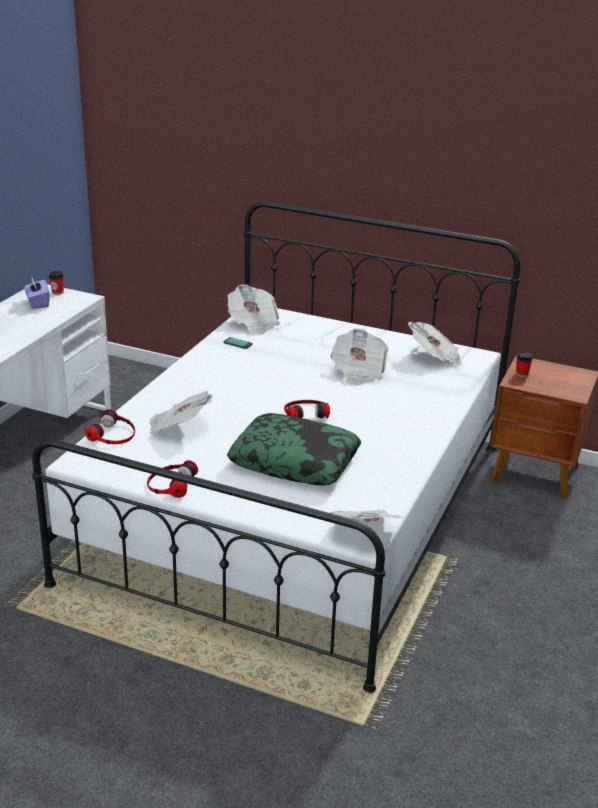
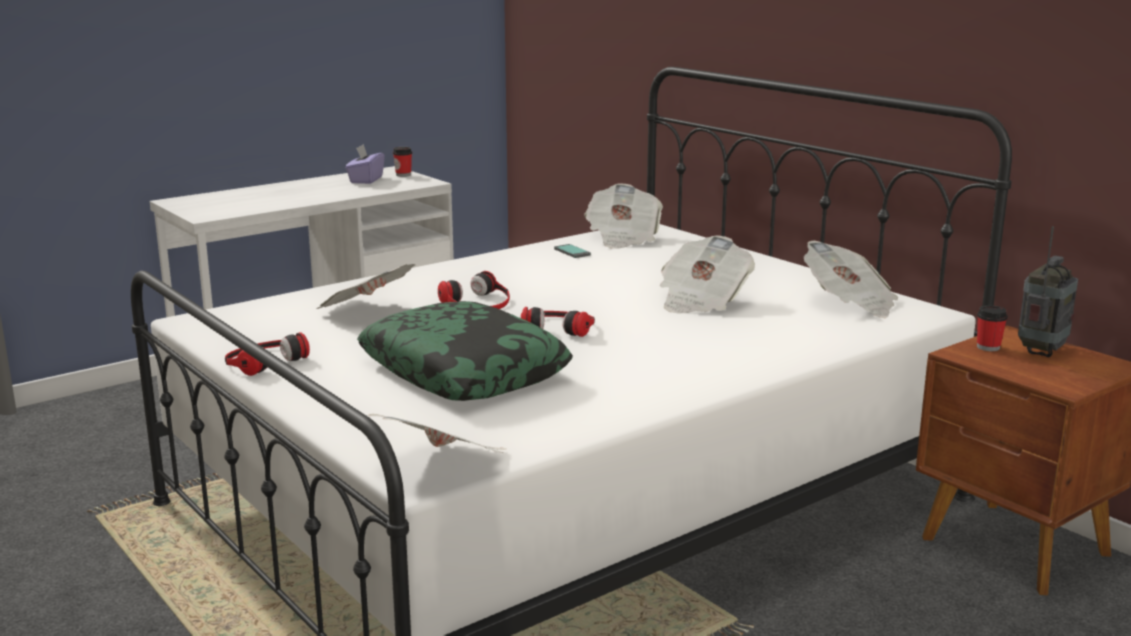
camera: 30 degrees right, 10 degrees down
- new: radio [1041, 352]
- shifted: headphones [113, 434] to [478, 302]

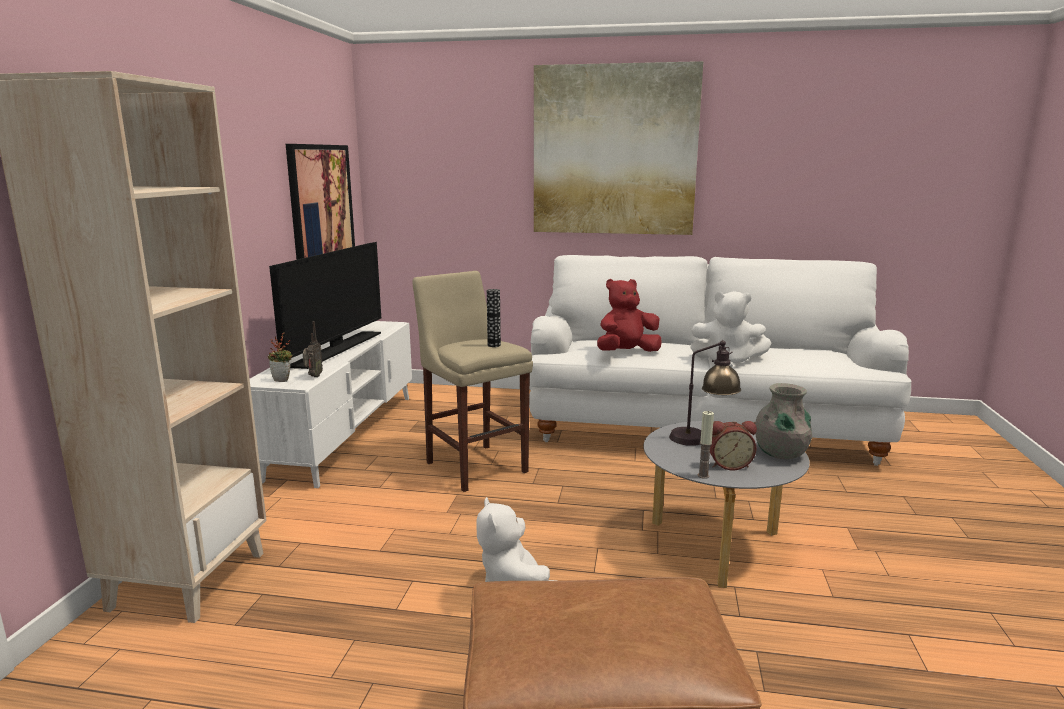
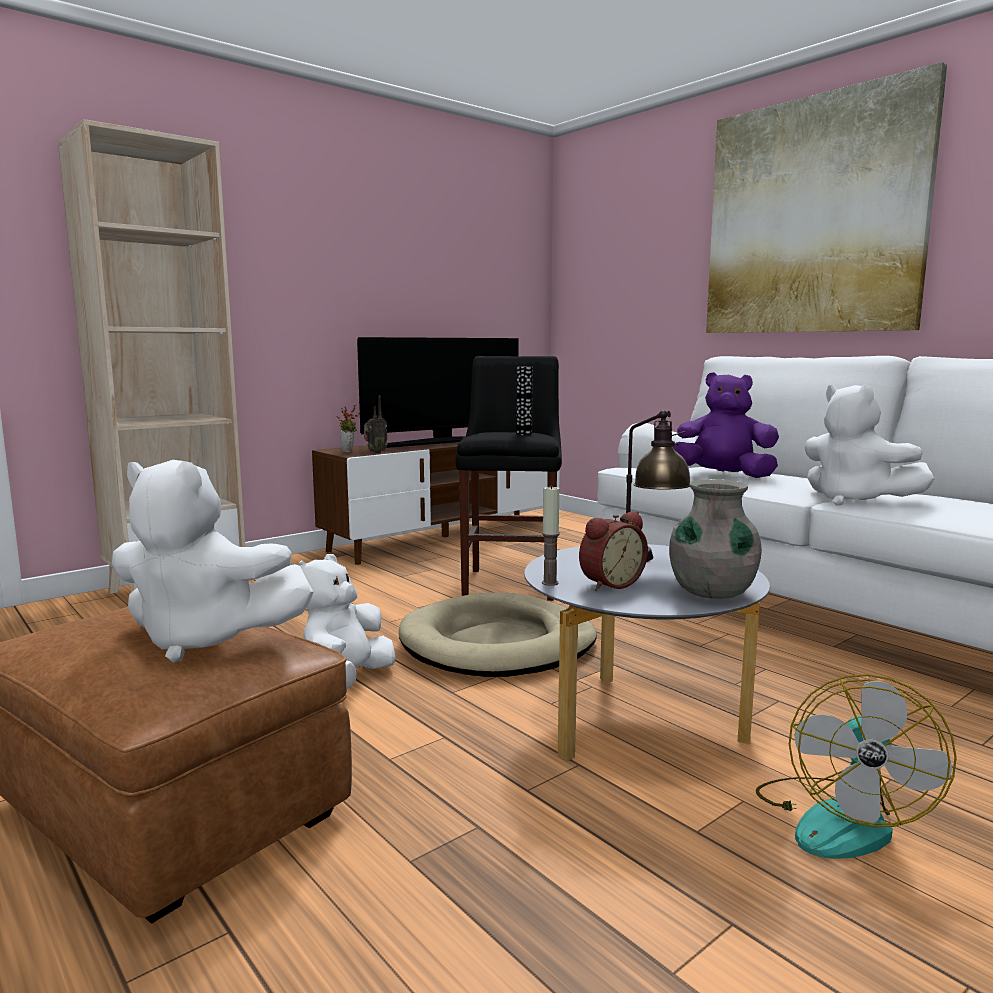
camera: 40 degrees right, 5 degrees down
- gone: picture [321, 206]
- new: white plush toy [205, 640]
- new: beige dog bed [498, 644]
- new: fan [840, 819]
- repainted: white tv stand [344, 435] to brown tv stand [446, 537]
- repainted: beige stool [474, 465] to black stool [512, 582]
- repainted: red plush toy [626, 353] to purple plush toy [722, 476]
- rotated: alarm clock [728, 465] = [609, 583] 75 degrees counterclockwise

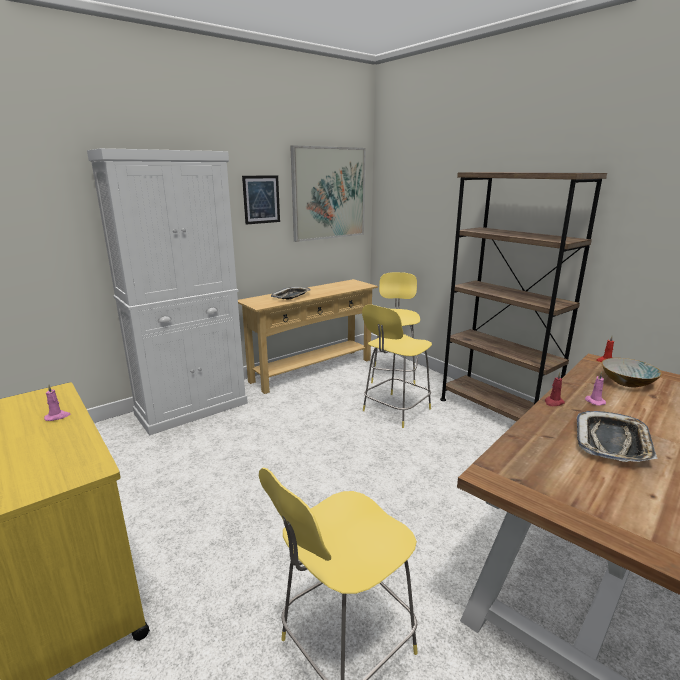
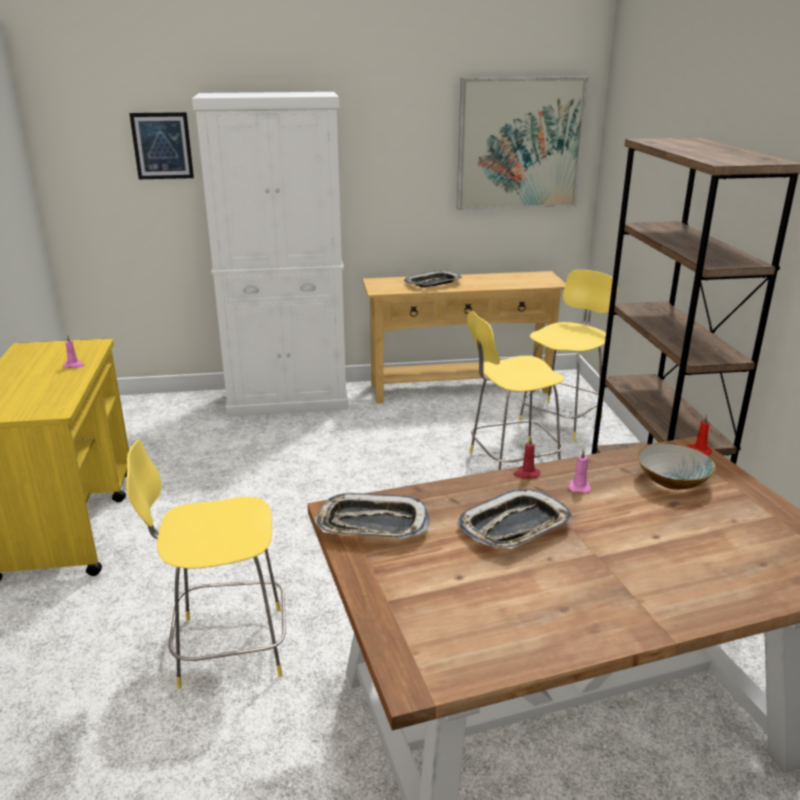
camera: 30 degrees right, 5 degrees up
- new: tray [372, 524]
- shifted: picture [261, 199] to [162, 146]

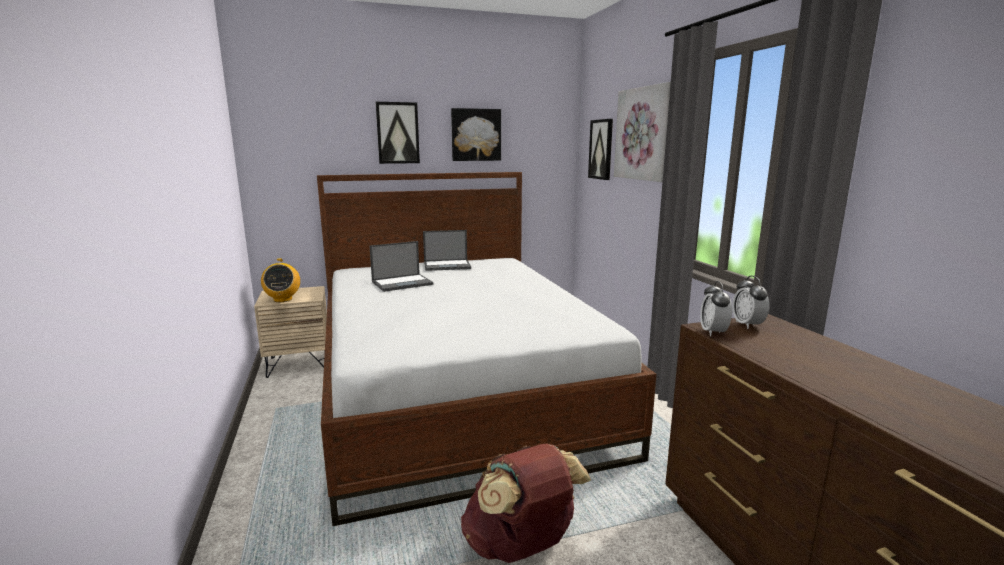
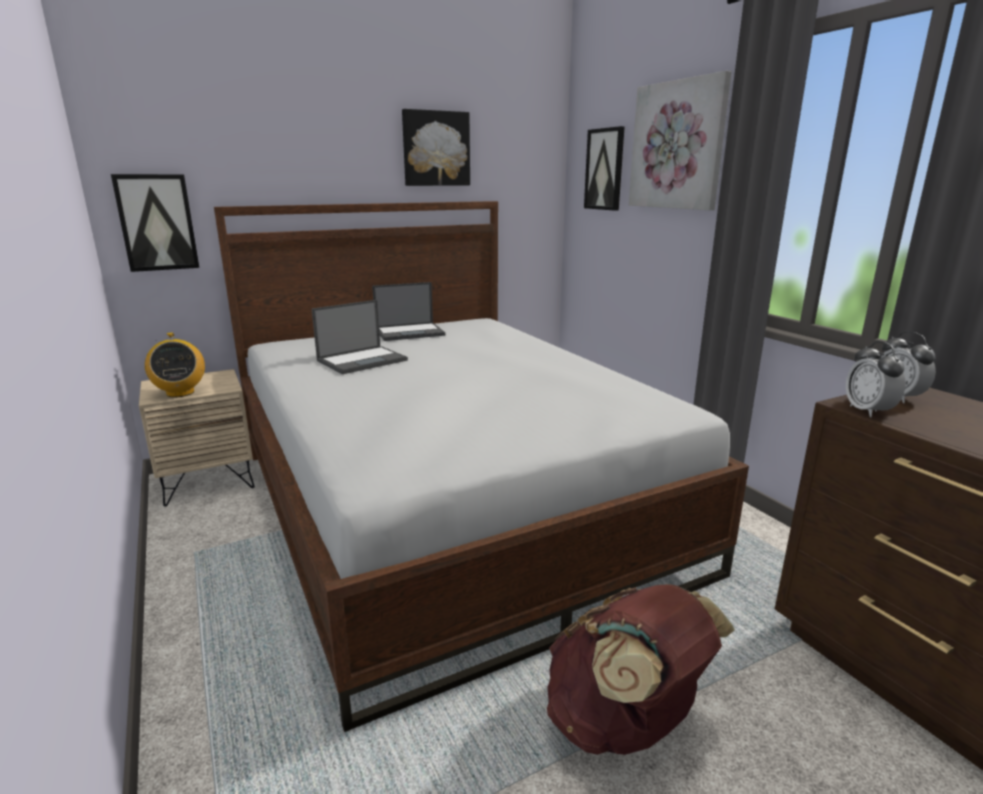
camera: 10 degrees left, 5 degrees up
- shifted: picture [397, 133] to [157, 222]

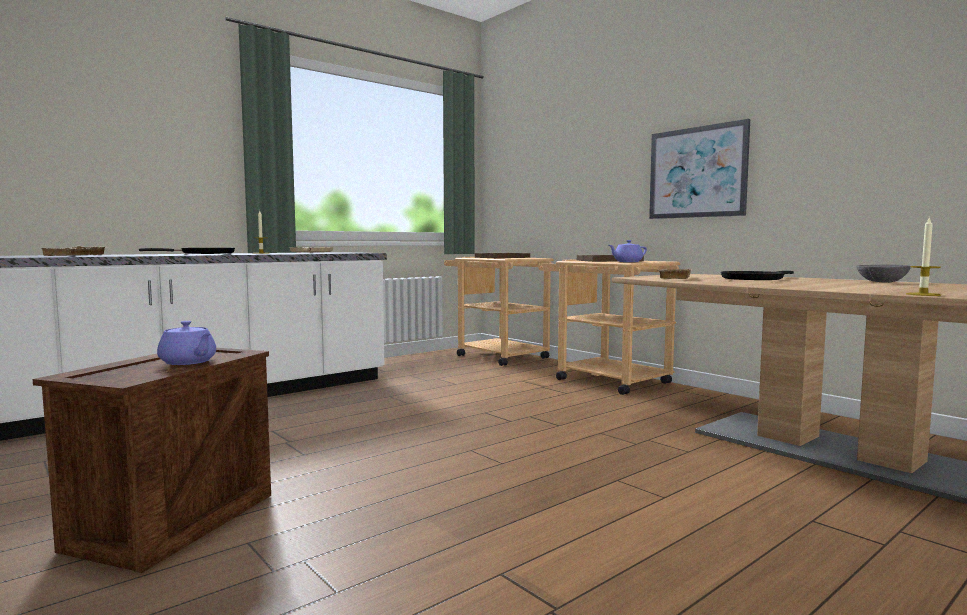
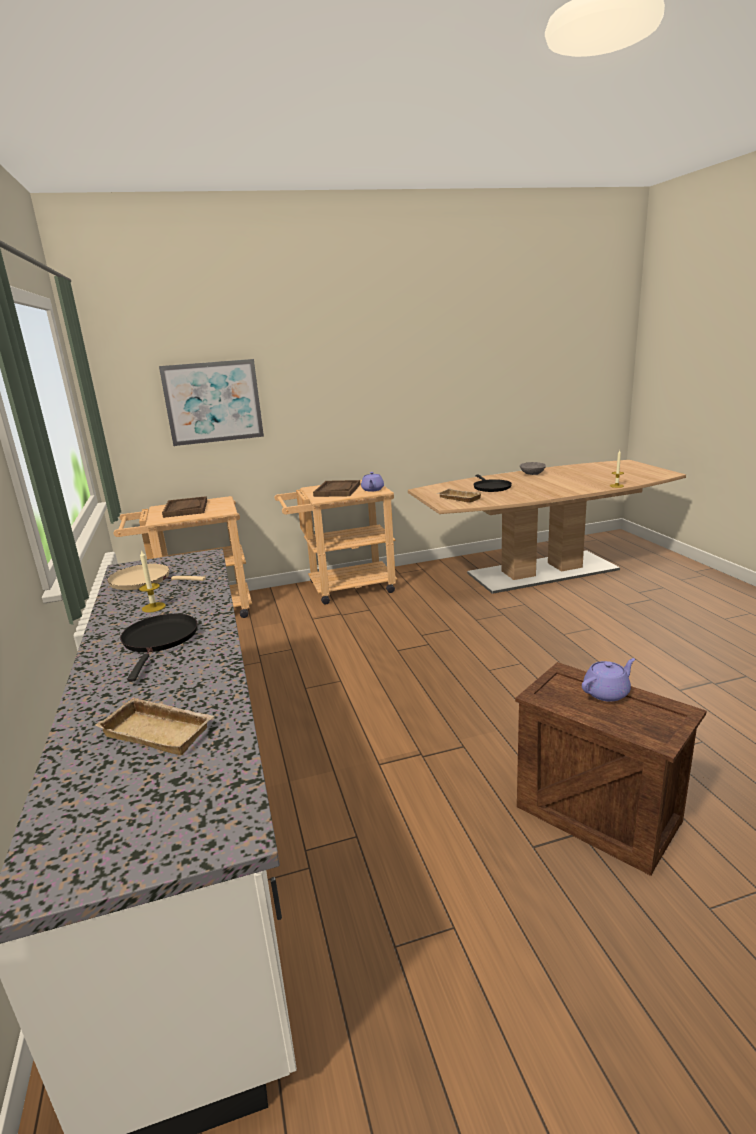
camera: 65 degrees left, 15 degrees up
- shifted: picture [697, 172] to [213, 402]

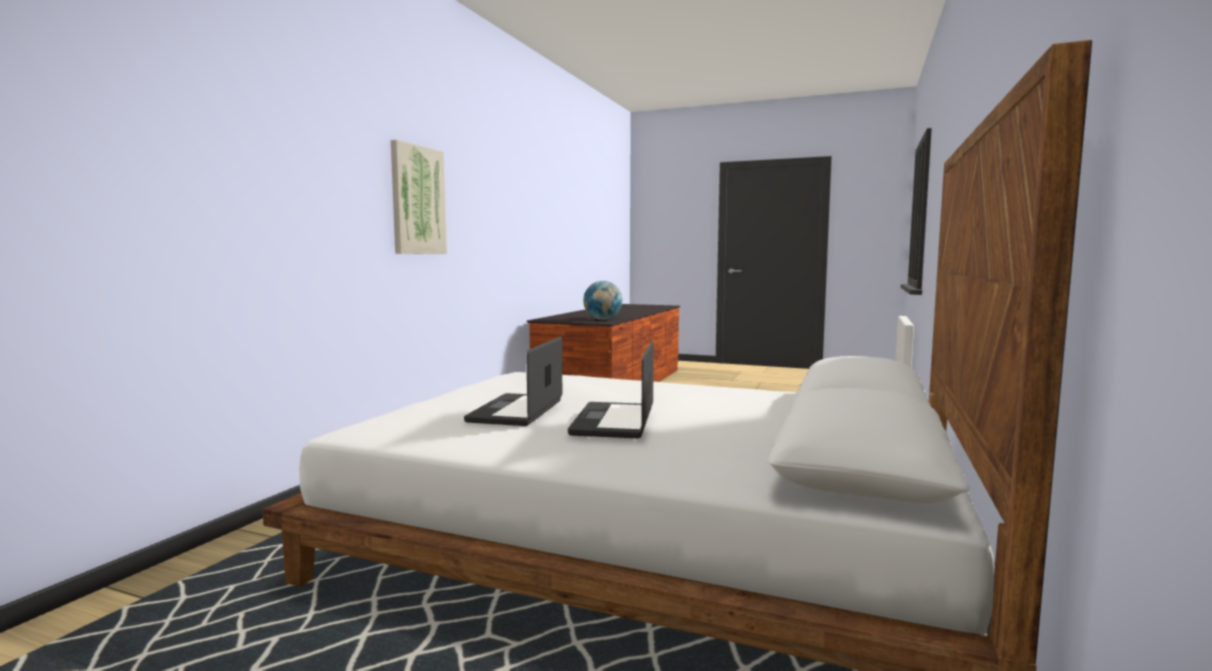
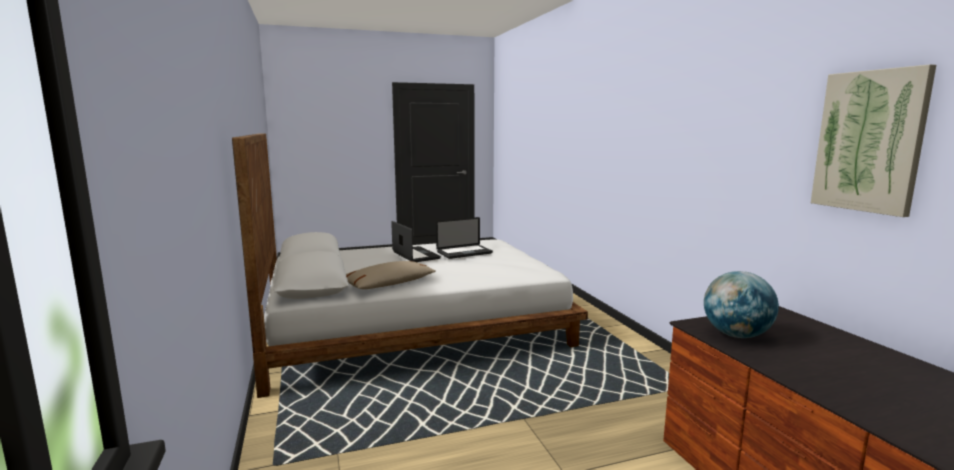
camera: 140 degrees right, 5 degrees up
- new: beige pillow [388, 284]
- shifted: picture [417, 200] to [869, 141]
- rotated: laptop [516, 411] = [464, 253] 90 degrees clockwise

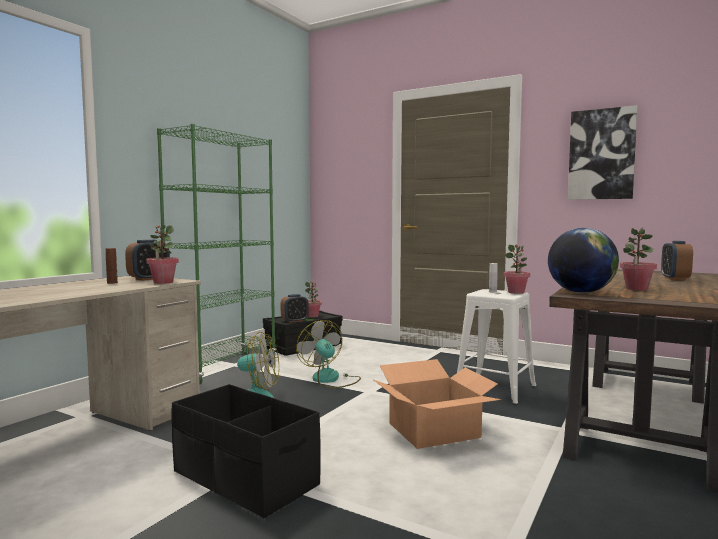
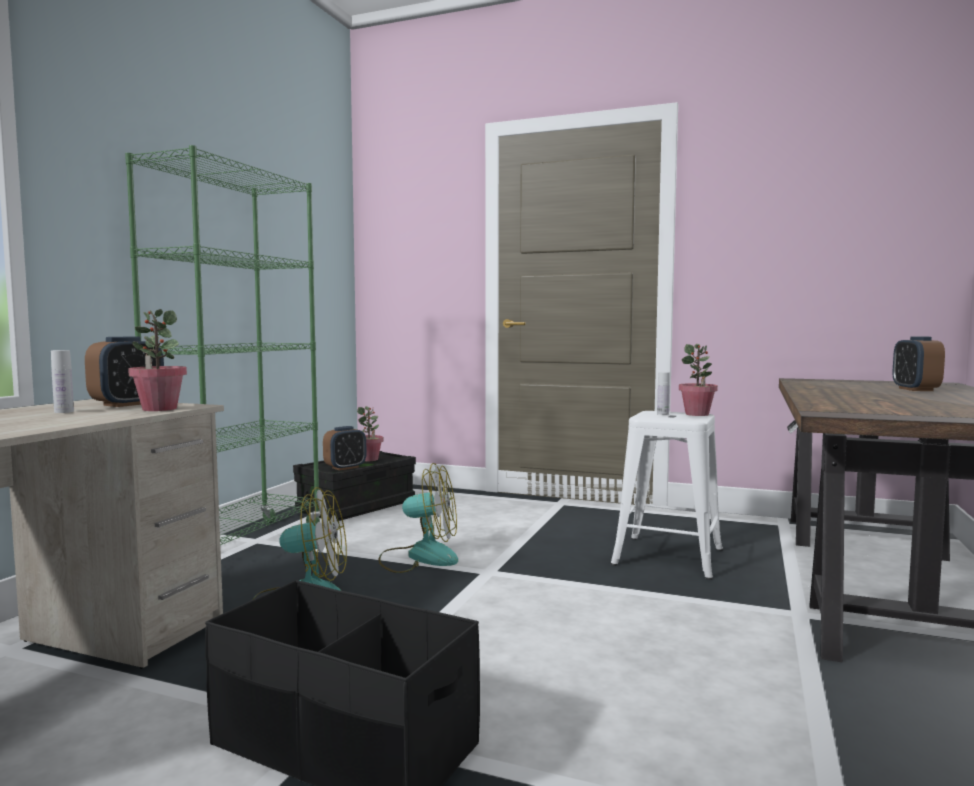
camera: 10 degrees left, 0 degrees up
- gone: cardboard box [434, 431]
- gone: globe [581, 292]
- gone: picture [601, 154]
- gone: potted plant [636, 289]
- repainted: brown bottle [112, 283] to white bottle [64, 412]
- rotated: fan [330, 379] = [420, 557] 135 degrees clockwise

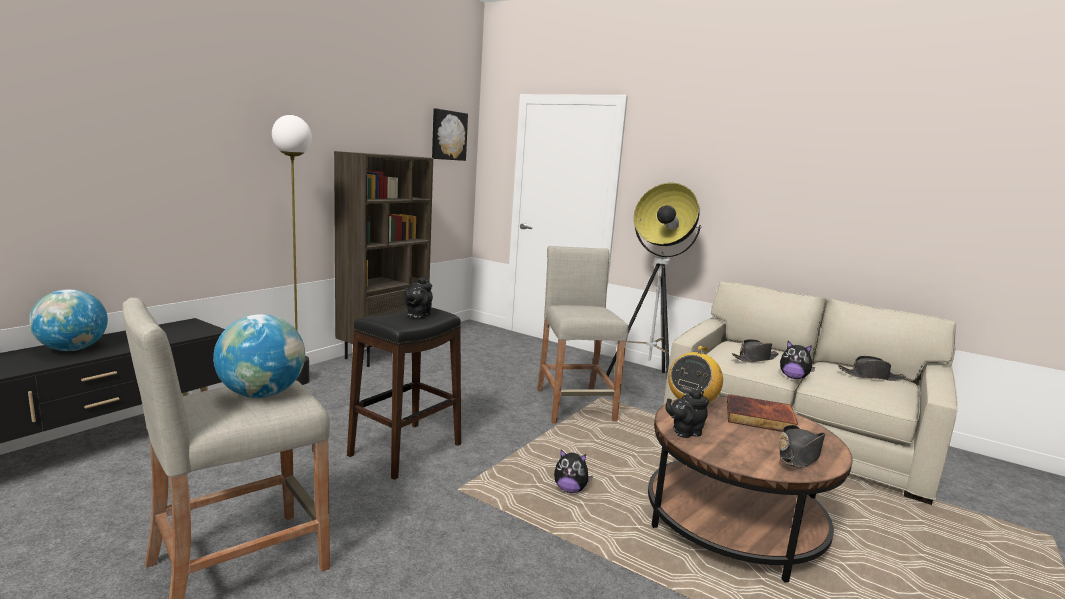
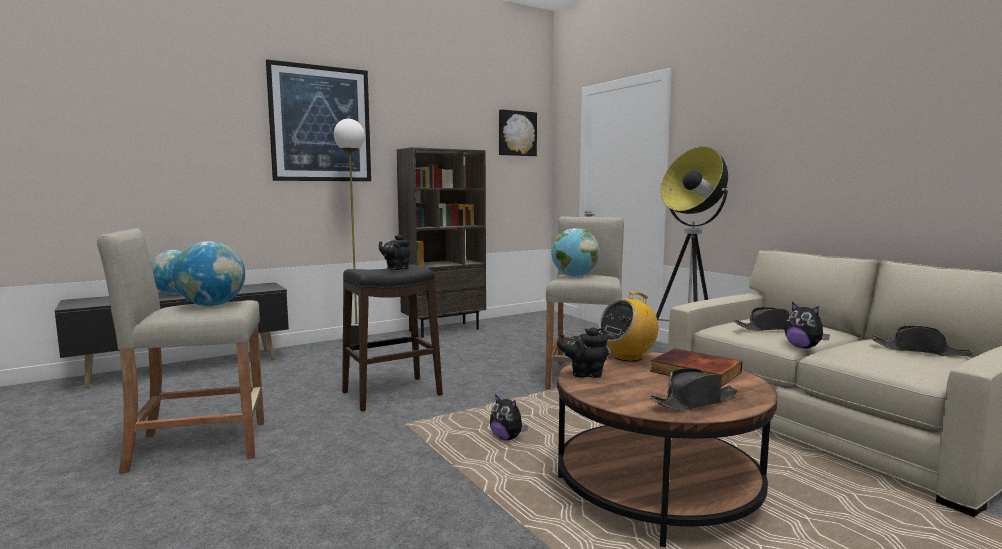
camera: 25 degrees right, 5 degrees down
- new: picture [321, 124]
- new: globe [574, 276]

